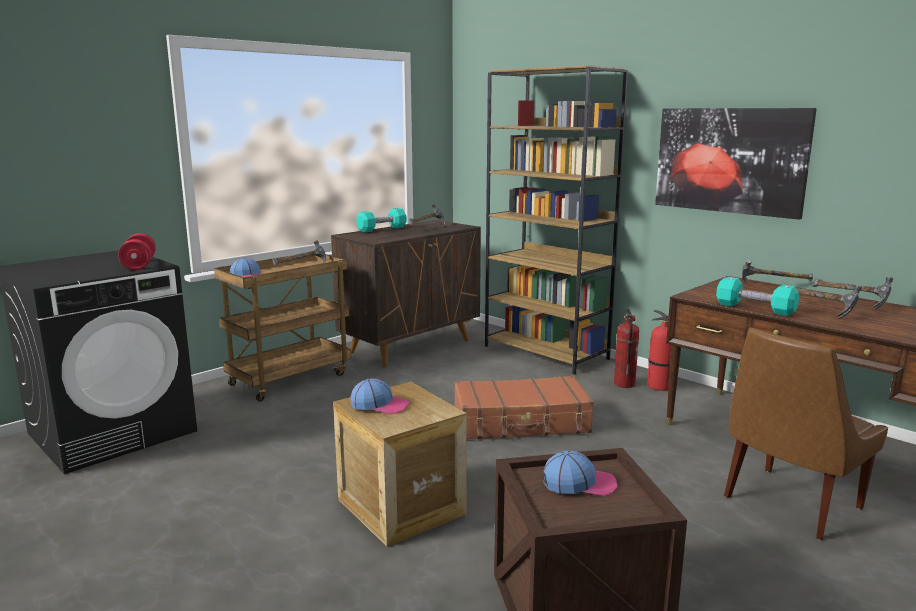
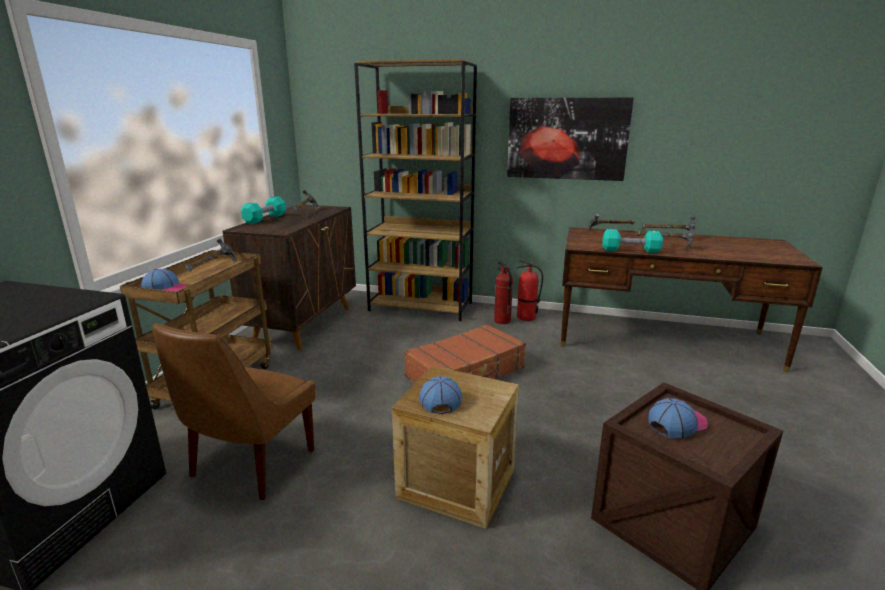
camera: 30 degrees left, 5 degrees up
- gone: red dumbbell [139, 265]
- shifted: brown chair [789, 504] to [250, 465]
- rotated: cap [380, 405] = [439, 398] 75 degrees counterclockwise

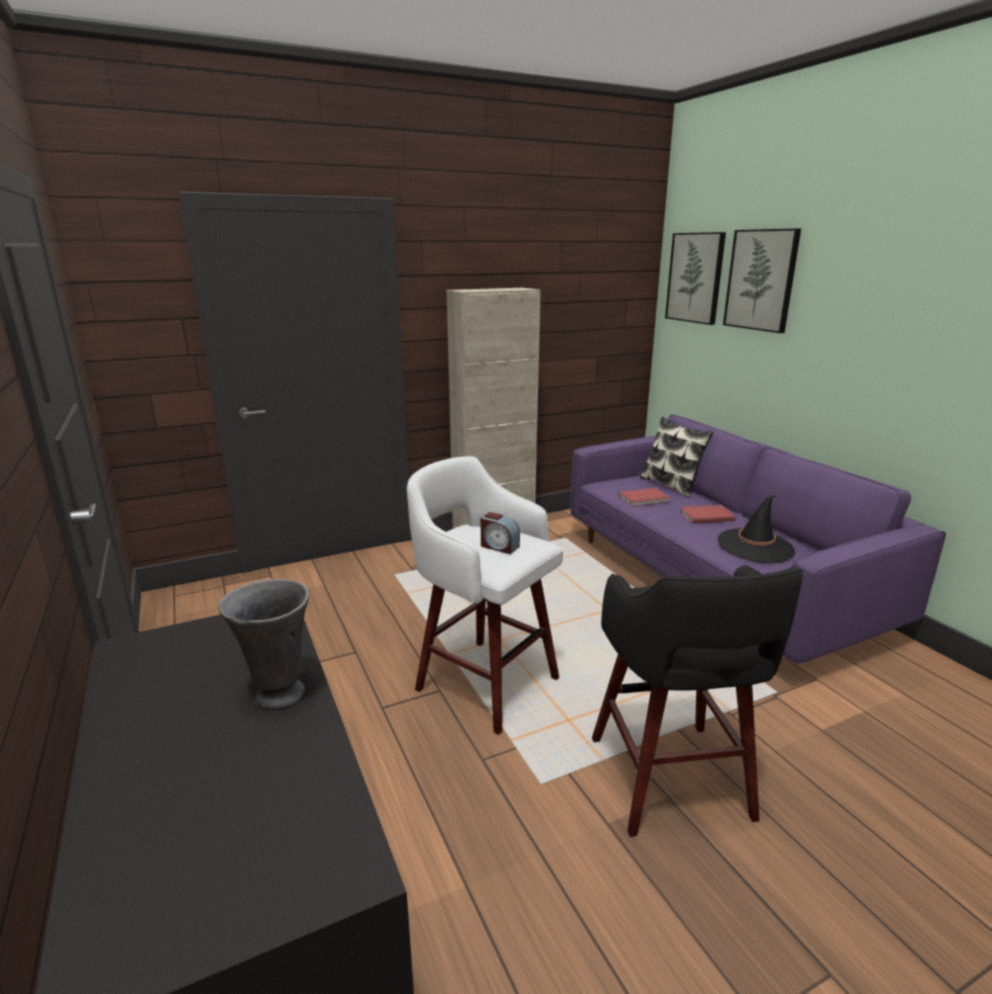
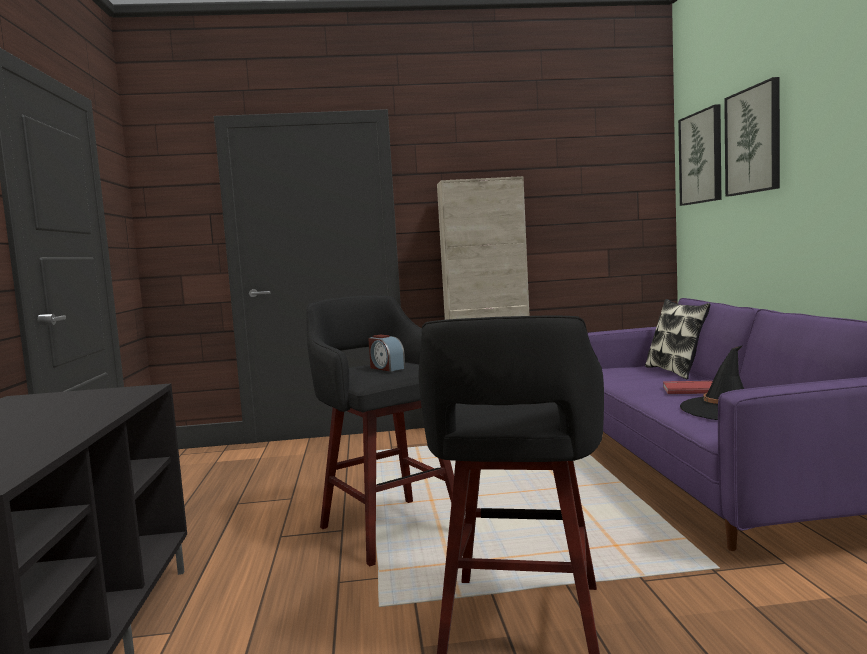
camera: 20 degrees right, 15 degrees down
- gone: grey vase [278, 695]
- gone: red book [644, 499]
- repainted: white stool [484, 681] to black stool [390, 528]

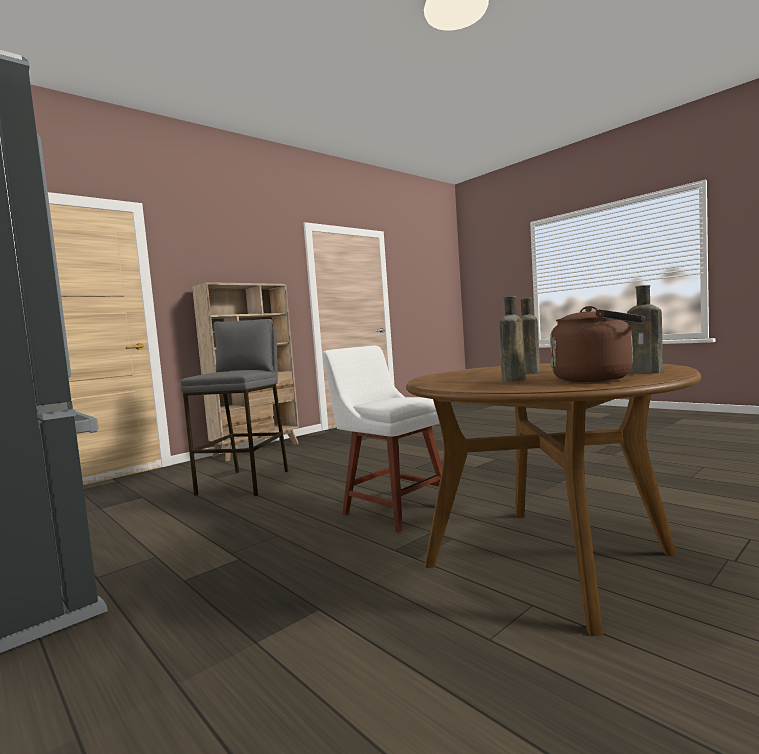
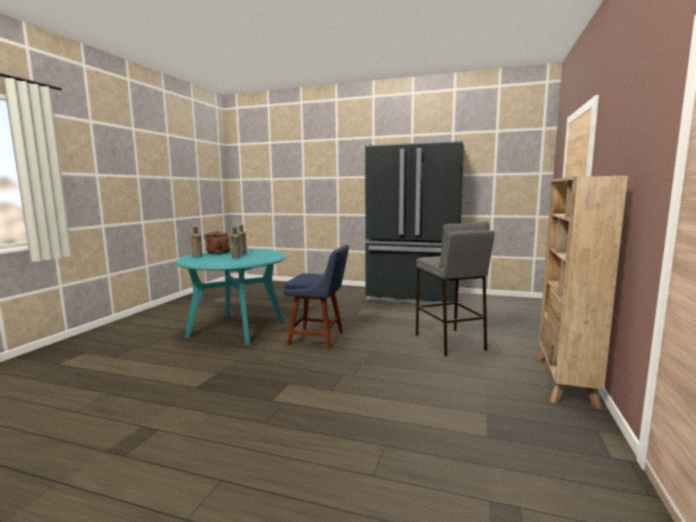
camera: 150 degrees right, 5 degrees up
- repainted: white chair [393, 508] to blue chair [319, 338]
- repainted: brown dining table [548, 559] to turquoise dining table [236, 329]

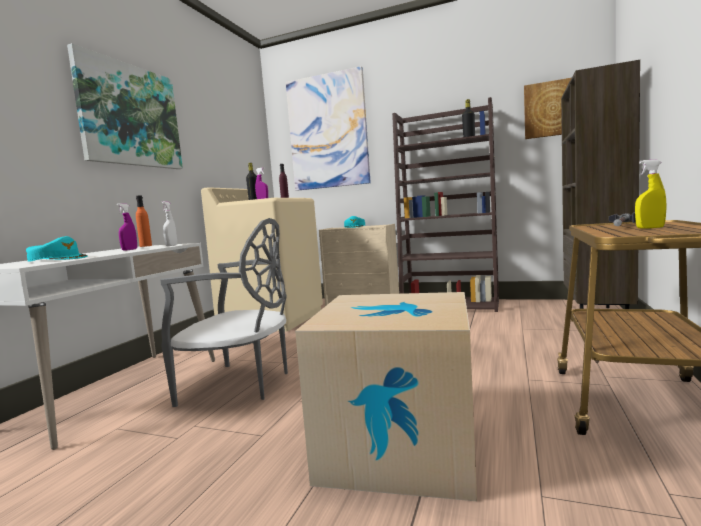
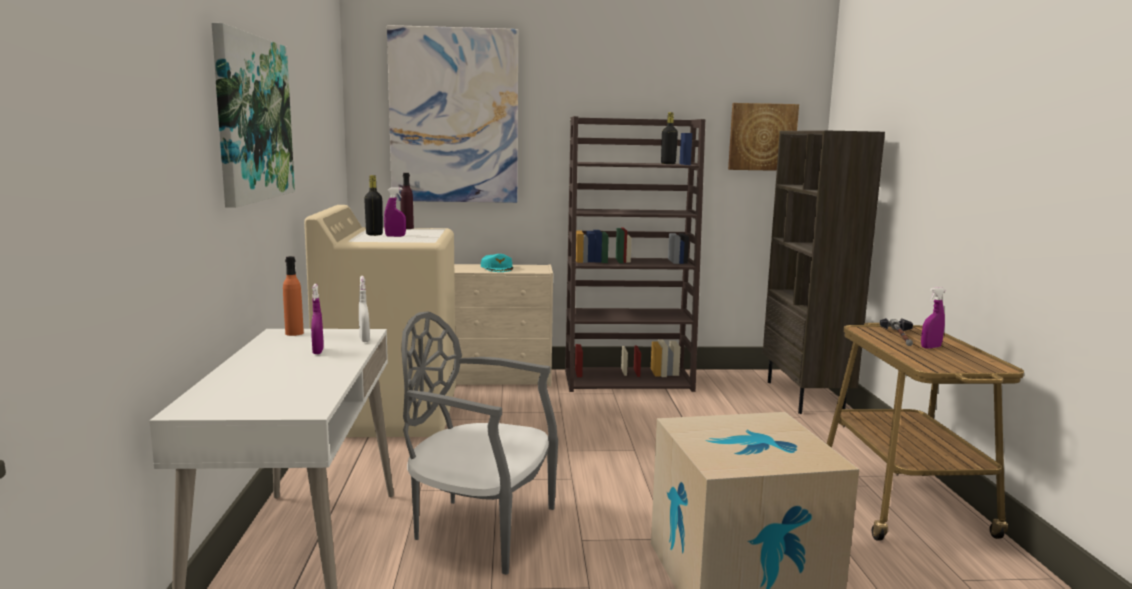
camera: 25 degrees left, 5 degrees up
- gone: turquoise cap [58, 259]
- repainted: yellow spray bottle [650, 228] to purple spray bottle [930, 347]
- rotated: grey chair [240, 385] = [480, 528] 150 degrees counterclockwise

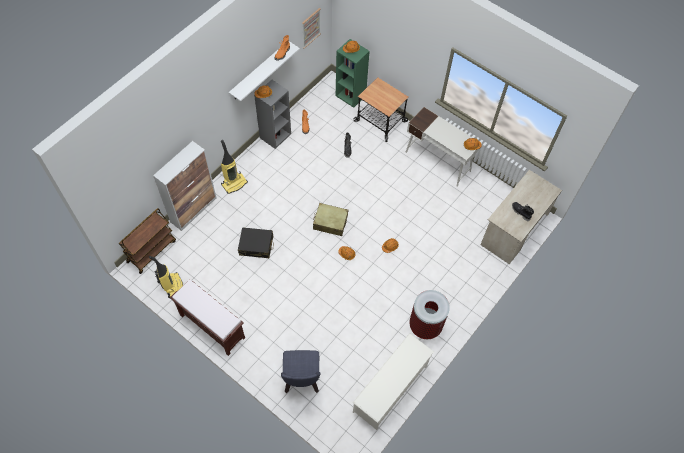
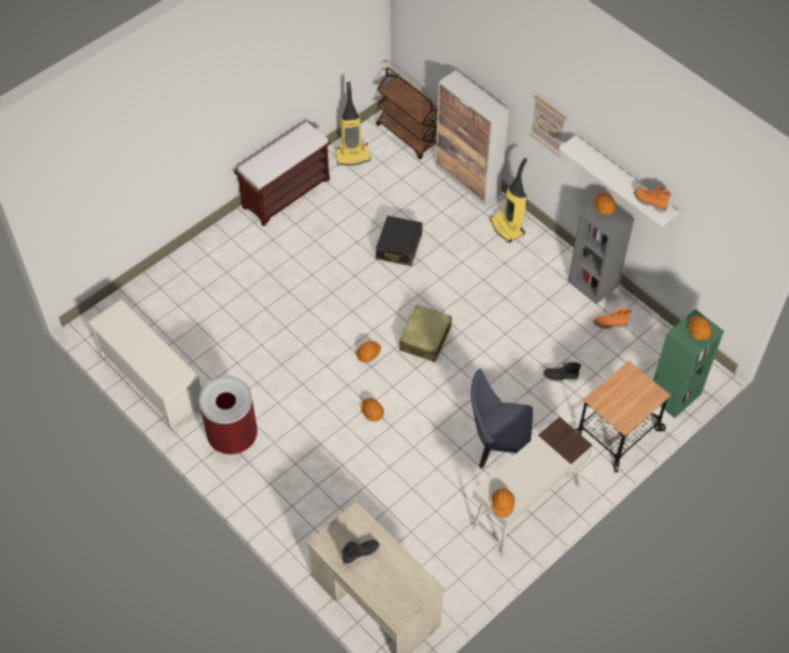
camera: 100 degrees right, 5 degrees down
- shifted: blue chair [301, 381] to [497, 449]
- shifted: picture [310, 28] to [548, 125]

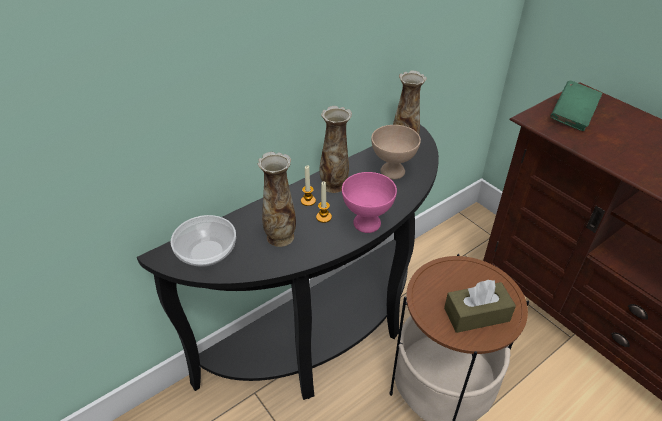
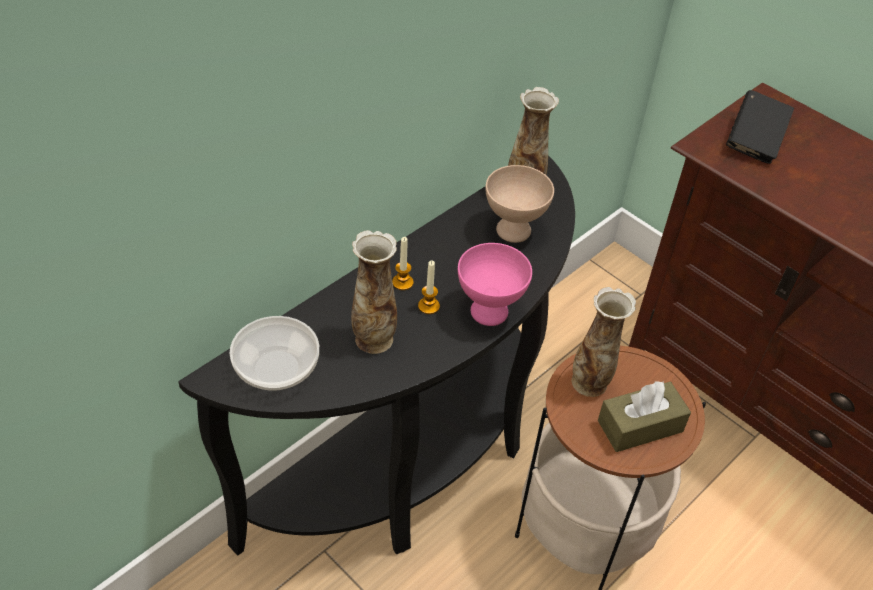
camera: 10 degrees left, 5 degrees up
- shifted: vase [334, 185] to [590, 382]
- repainted: green book [572, 117] to black book [754, 141]

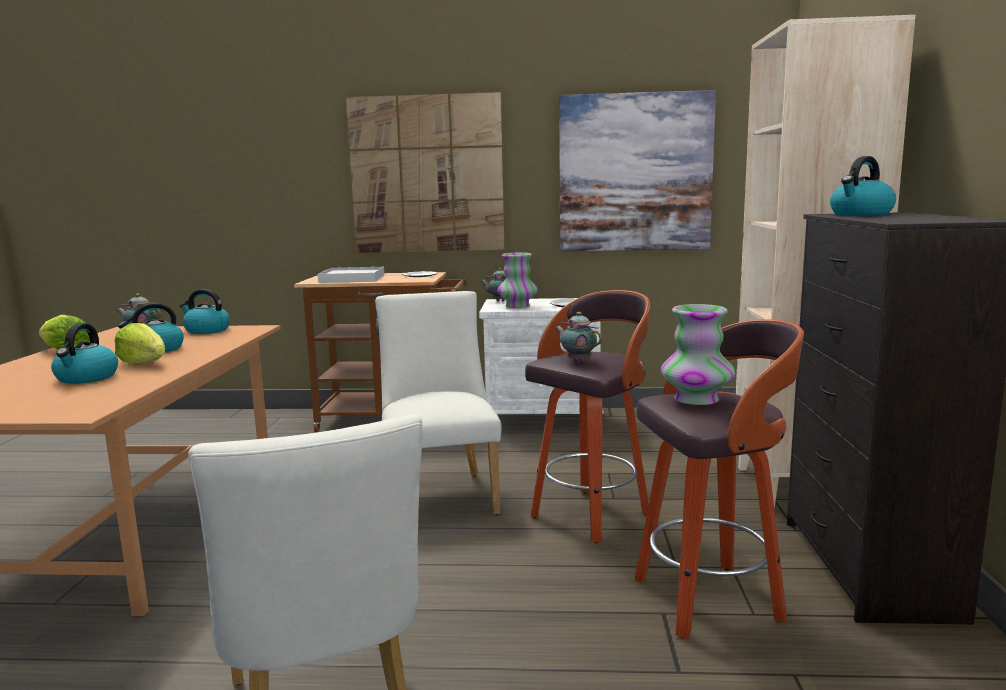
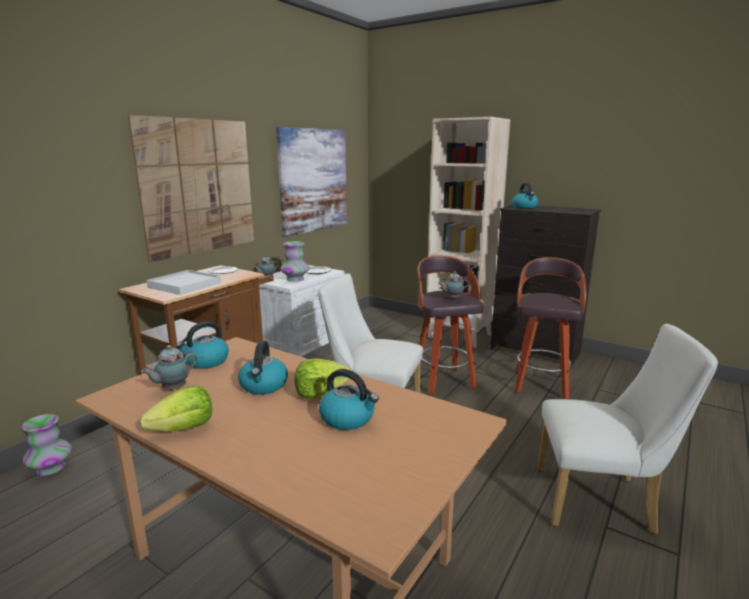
camera: 60 degrees left, 5 degrees up
- shifted: vase [696, 400] to [51, 468]

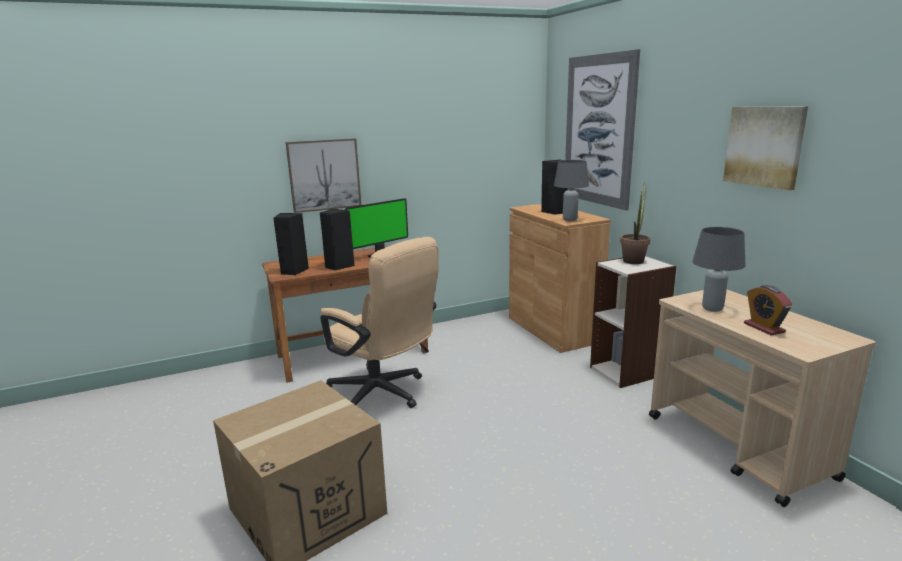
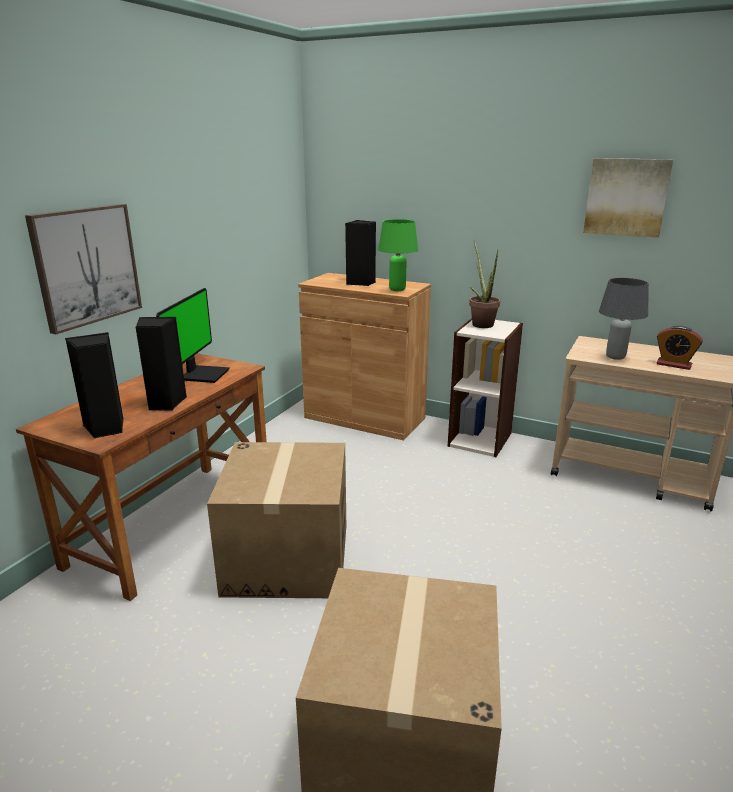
camera: 40 degrees left, 5 degrees up
- gone: picture [598, 130]
- swapped: beige office chair [383, 394] to cardboard box [288, 558]
- repainted: grey table lamp [570, 220] to green table lamp [397, 289]

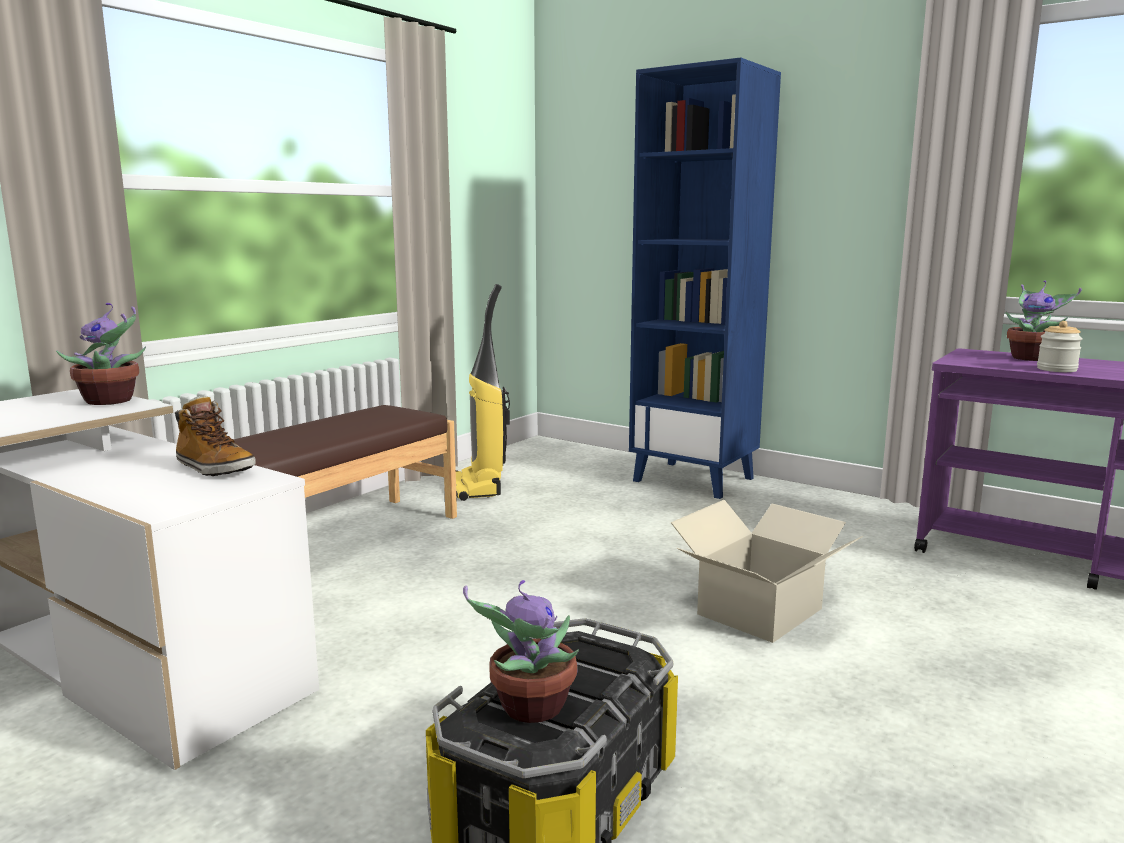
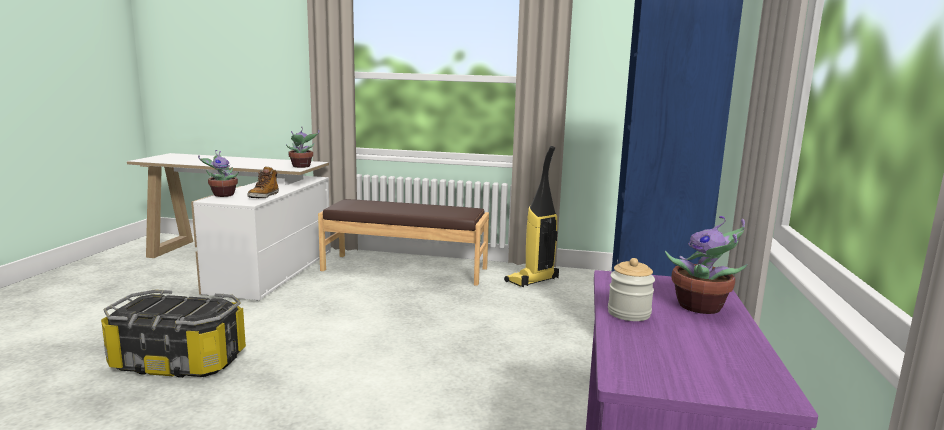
camera: 65 degrees right, 0 degrees up
- gone: cardboard box [758, 611]
- shifted: potted plant [530, 709] to [222, 195]

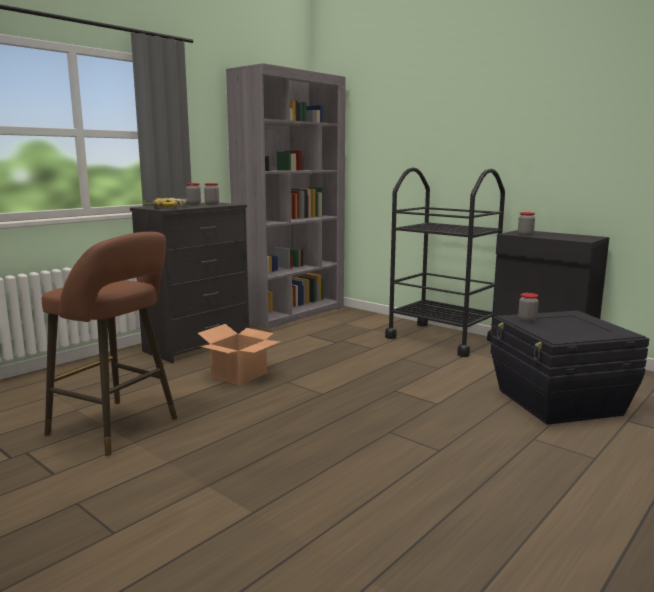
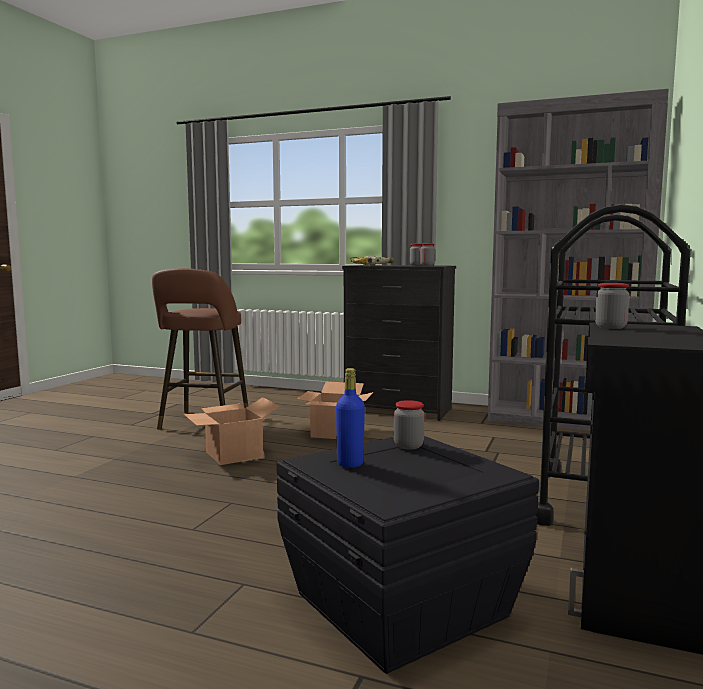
camera: 70 degrees right, 5 degrees down
- new: cardboard box [234, 455]
- new: blue bottle [350, 463]

